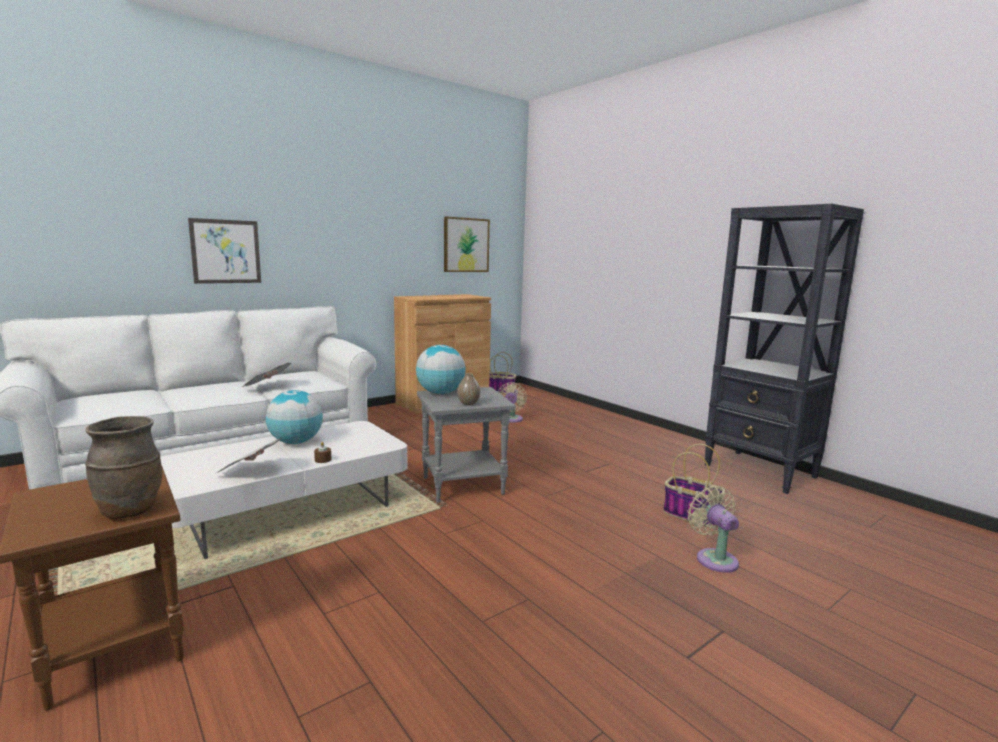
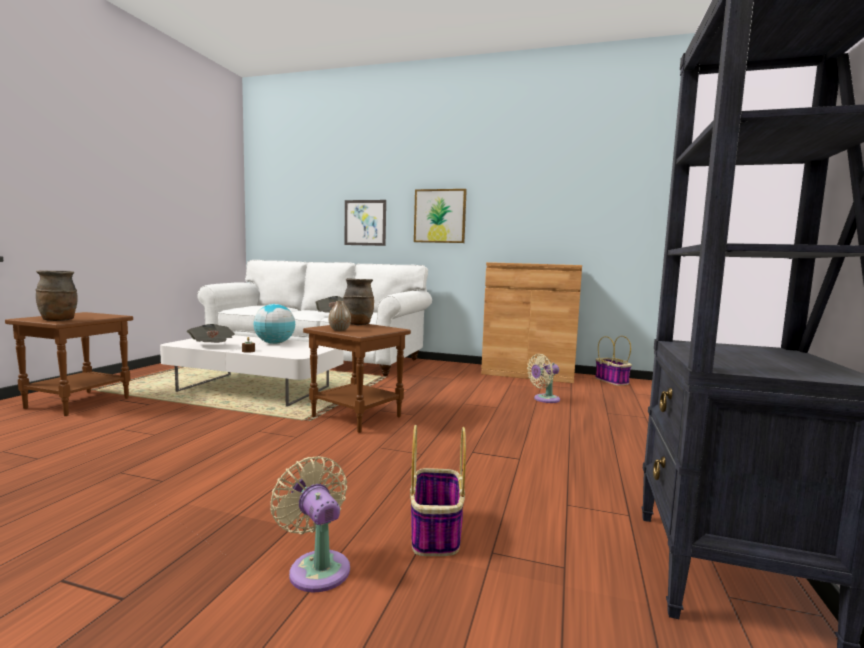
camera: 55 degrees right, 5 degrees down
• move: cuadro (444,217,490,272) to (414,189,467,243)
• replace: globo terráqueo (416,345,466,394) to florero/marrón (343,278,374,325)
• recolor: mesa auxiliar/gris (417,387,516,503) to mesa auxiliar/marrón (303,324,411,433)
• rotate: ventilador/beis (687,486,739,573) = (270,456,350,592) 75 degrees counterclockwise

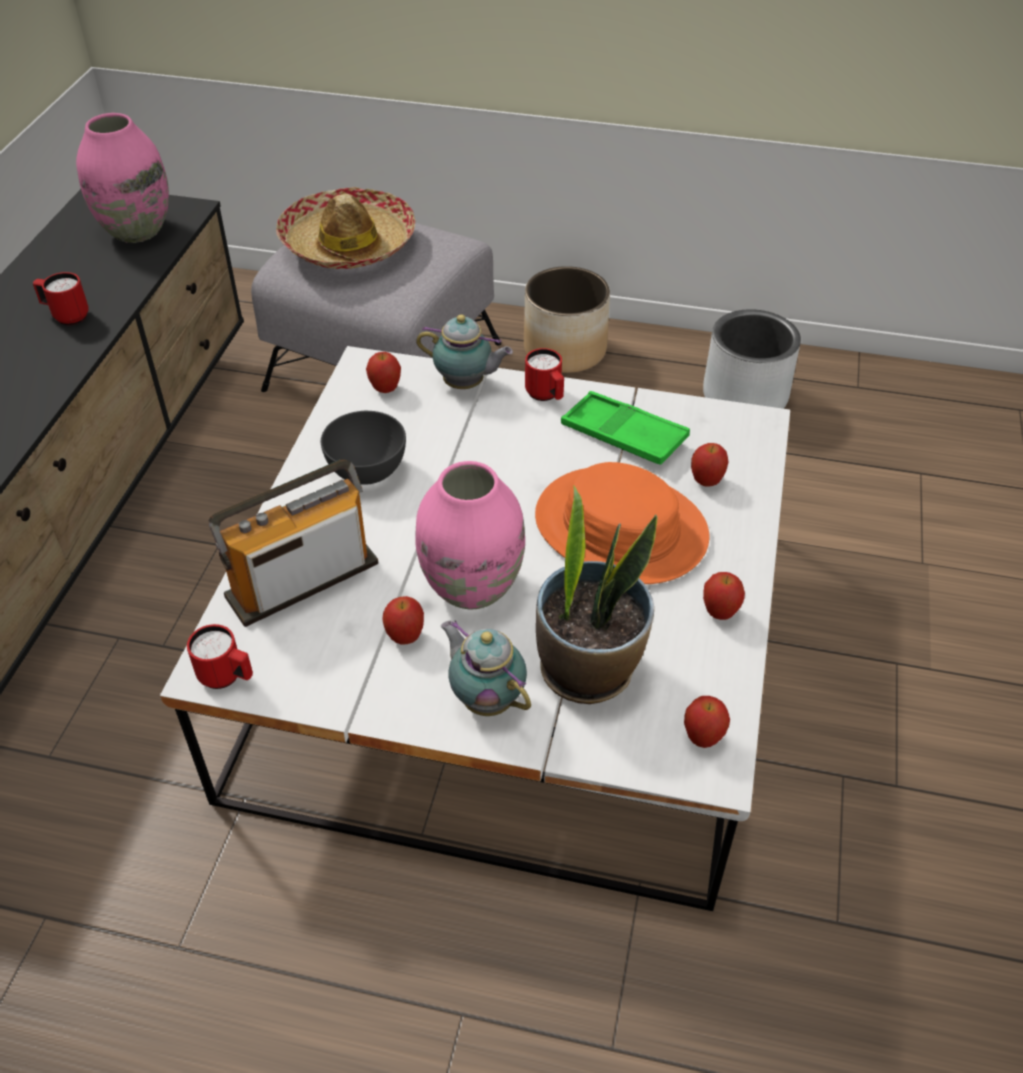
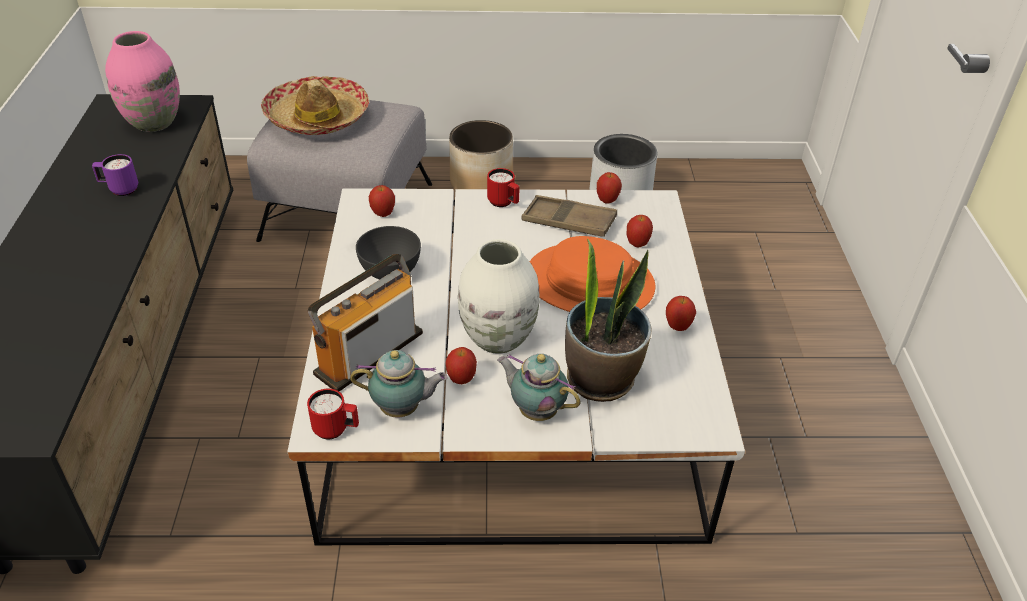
camera: 15 degrees left, 5 degrees down
• recolor: taza grande/rojo (33,272,89,325) to taza grande/morado (92,154,138,196)
• move: tetera (416,314,513,389) to (350,350,448,418)
• recolor: bandeja/verde (561,391,690,465) to bandeja/marrón (522,195,617,237)
• recolor: florero/rosa (415,461,525,609) to florero/blanco (458,239,540,354)
• move: manzana (684,696,730,748) to (597,172,622,204)

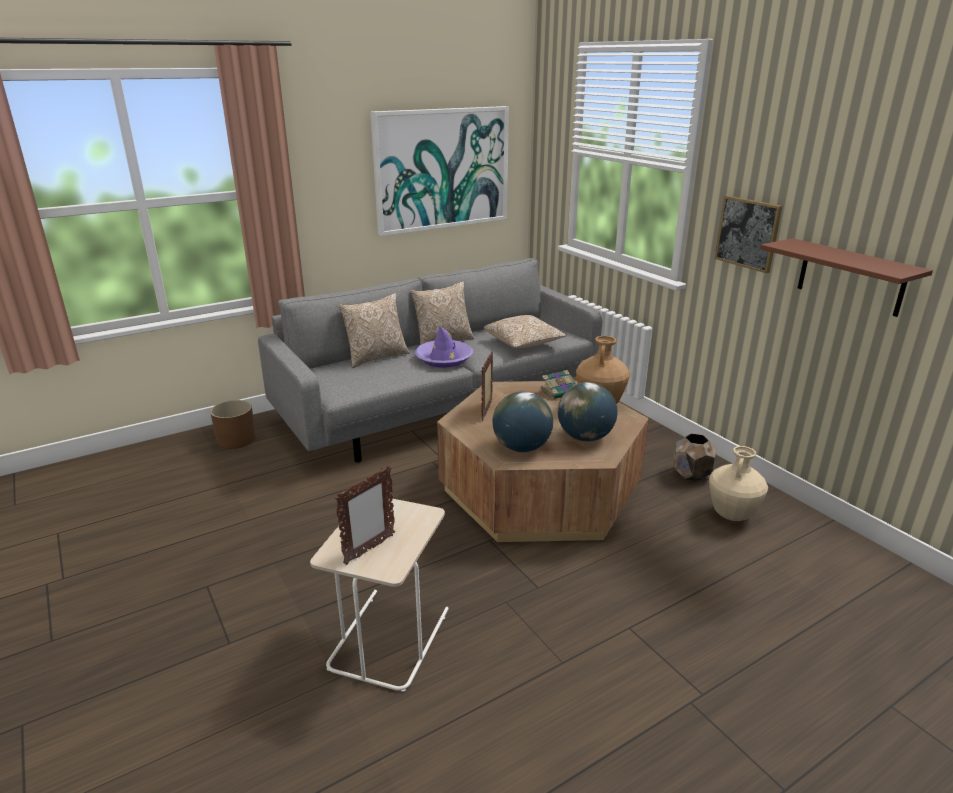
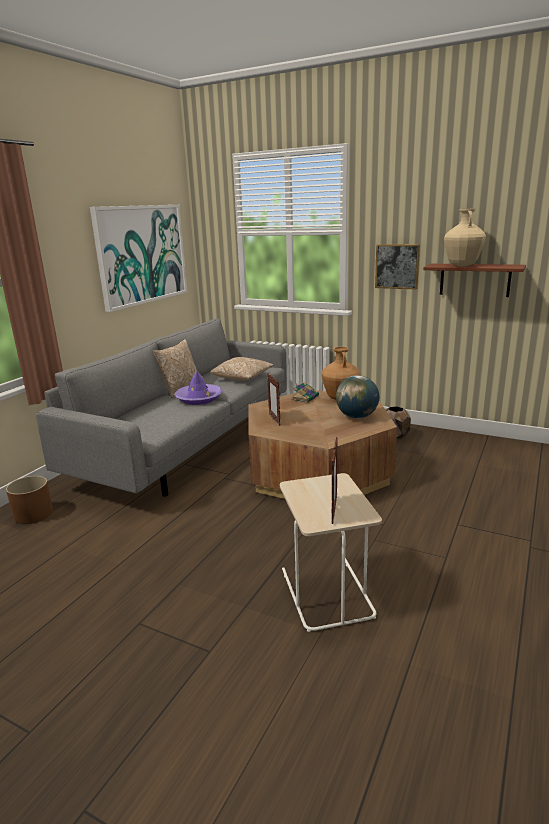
camera: 30 degrees left, 5 degrees down
• delete: cojín (339,293,409,368)
• delete: globo terráqueo (492,391,553,452)
• move: florero/beis (709,446,768,521) to (444,209,486,266)

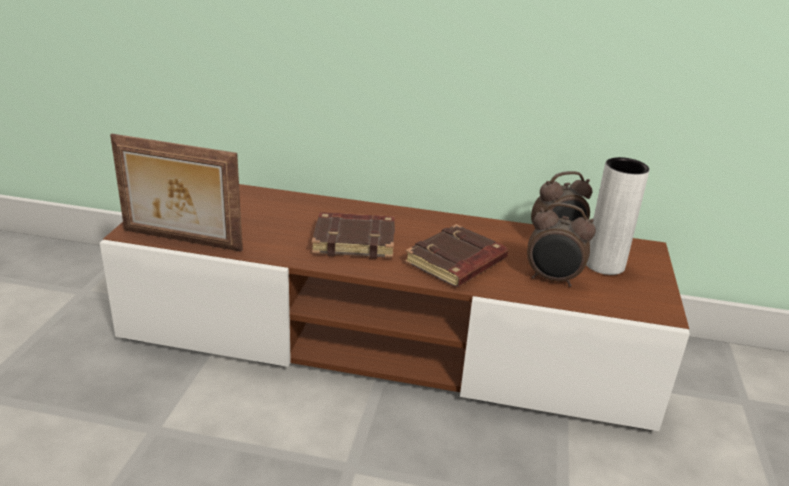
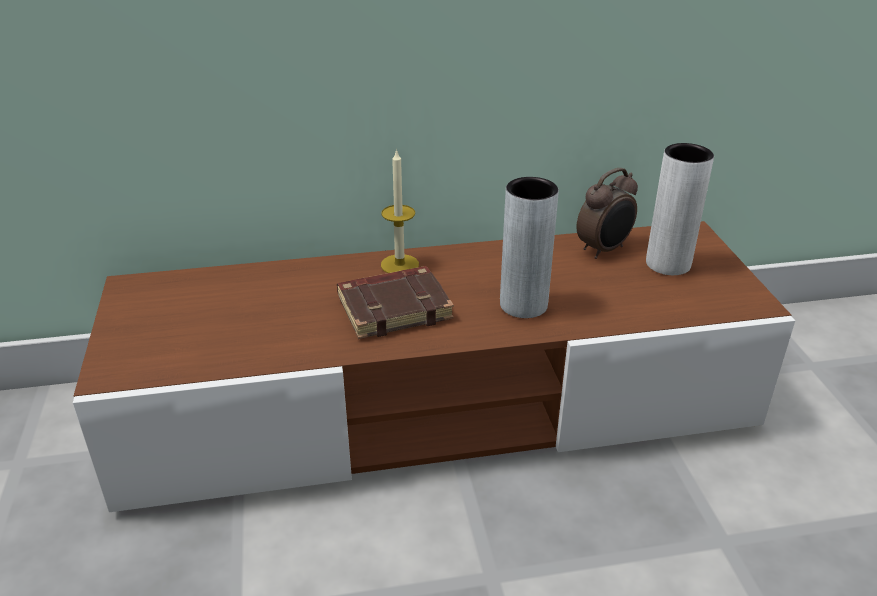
camera: 20 degrees left, 5 degrees up
• delete: portarretratos (110,134,243,252)
• delete: despertador (527,203,596,287)
• replace: libro/marrón (405,224,508,287) to florero/gris (500,177,559,318)
• insert: vela (381,149,419,273)

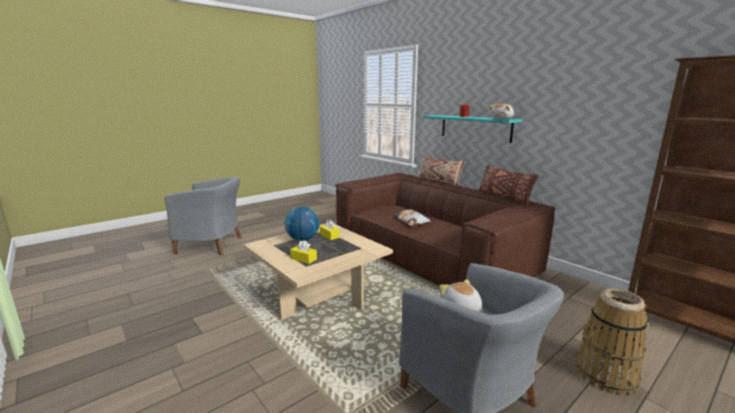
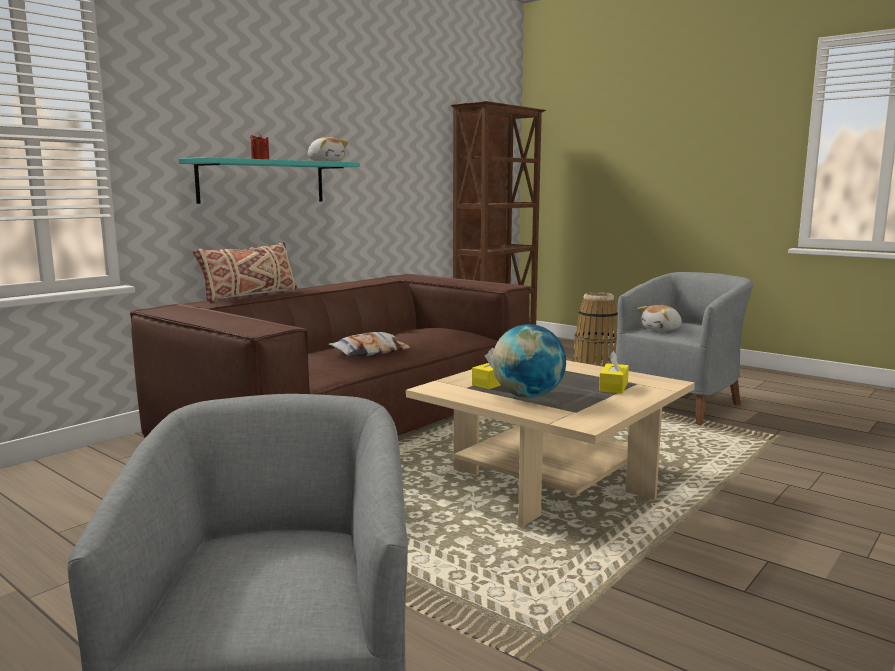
camera: 100 degrees left, 5 degrees down
• delete: cojín/marrón (479,165,539,205)

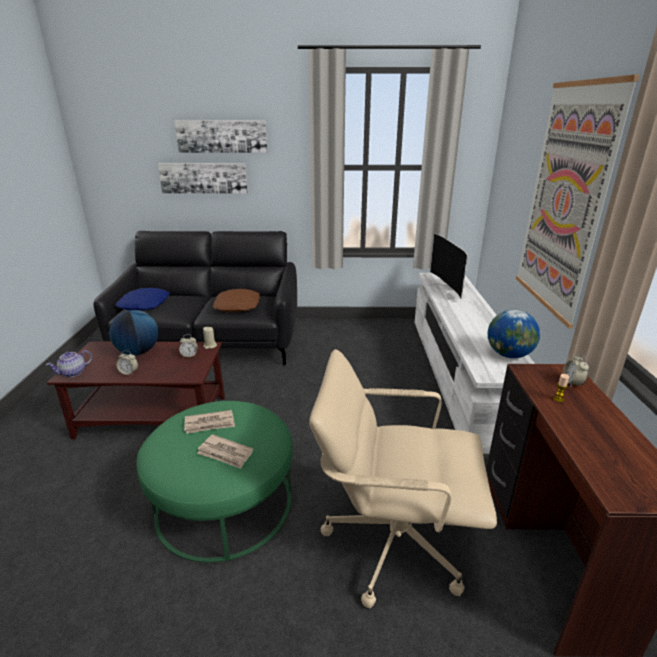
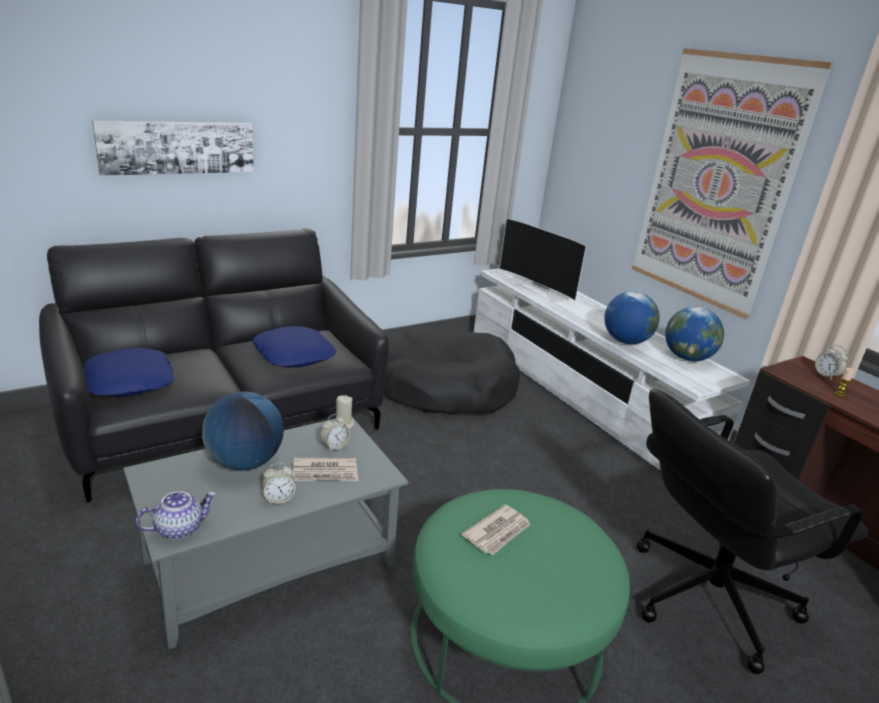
camera: 35 degrees left, 0 degrees up
• delete: cuadro (174,120,267,153)
• recolor: cojín/marrón (213,289,260,312) to cojín/azul (252,326,336,367)
• recolor: mesa de centro/marrón (47,342,225,439) to mesa de centro/gris (123,418,408,649)
• recolor: silla de oficina/beis (309,349,497,608) to silla de oficina/negro (636,389,868,674)
• rotate: tetera (46,350,92,377) = (136,491,216,539) 135 degrees counterclockwise
• move: periódico (197,434,253,469) to (292,457,358,481)
• insert: globo terráqueo (604,291,660,344)
• insert: cama para perro/negro (384,325,520,414)

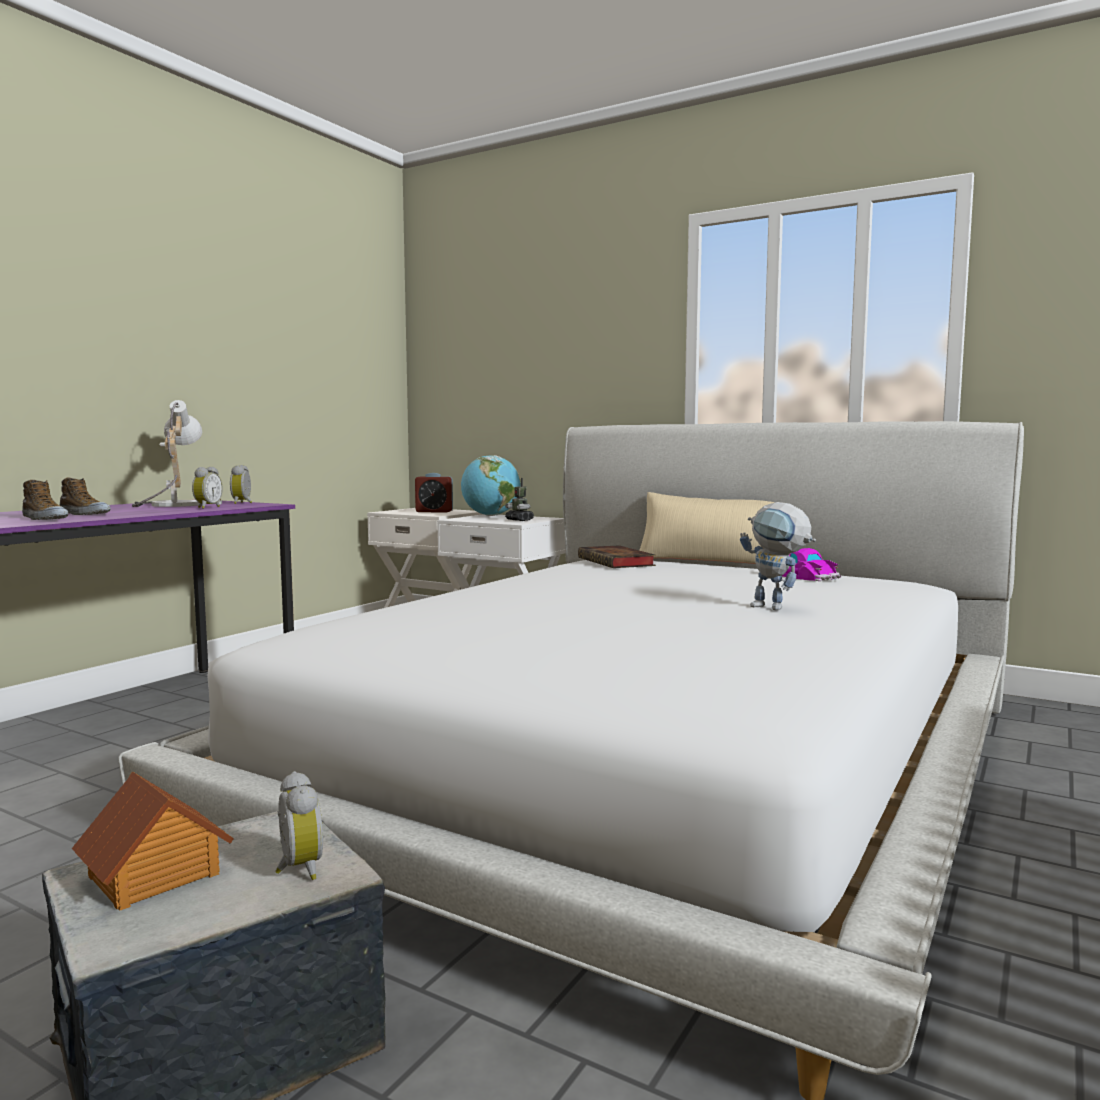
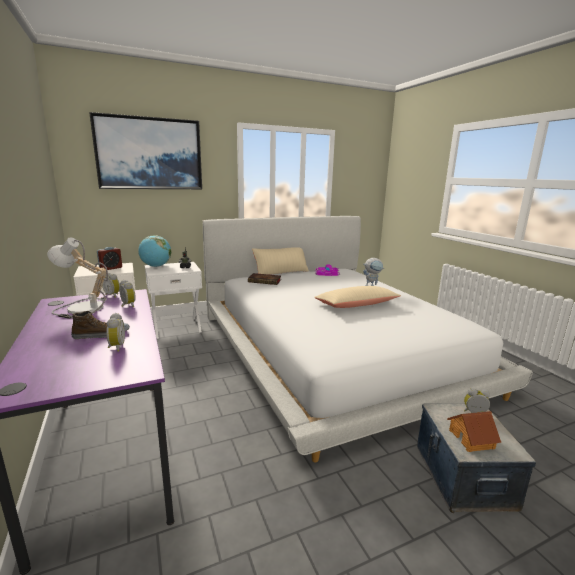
camera: 55 degrees left, 10 degrees up
• replace: zapato (22,480,68,520) to despertador (107,313,125,352)
• insert: cuadro (89,112,202,189)
• insert: cojín/beis (314,286,401,308)

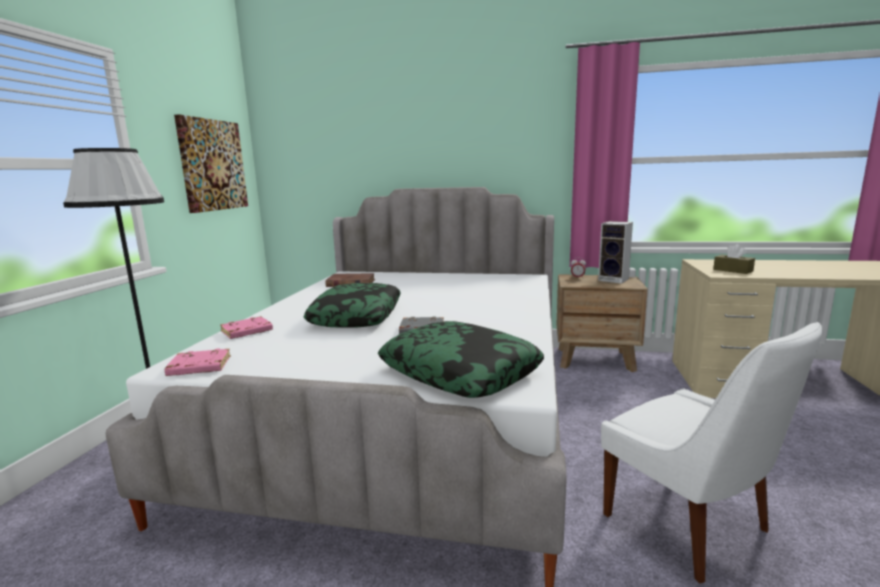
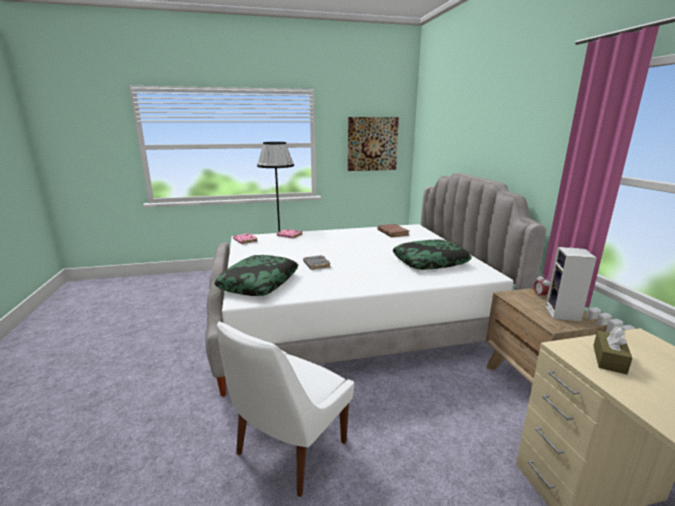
camera: 65 degrees right, 5 degrees up
• move: cojín (303,283,401,328) to (393,239,472,270)

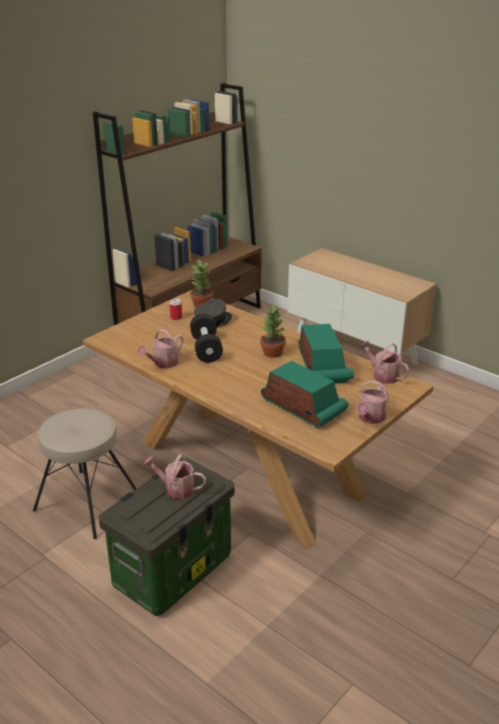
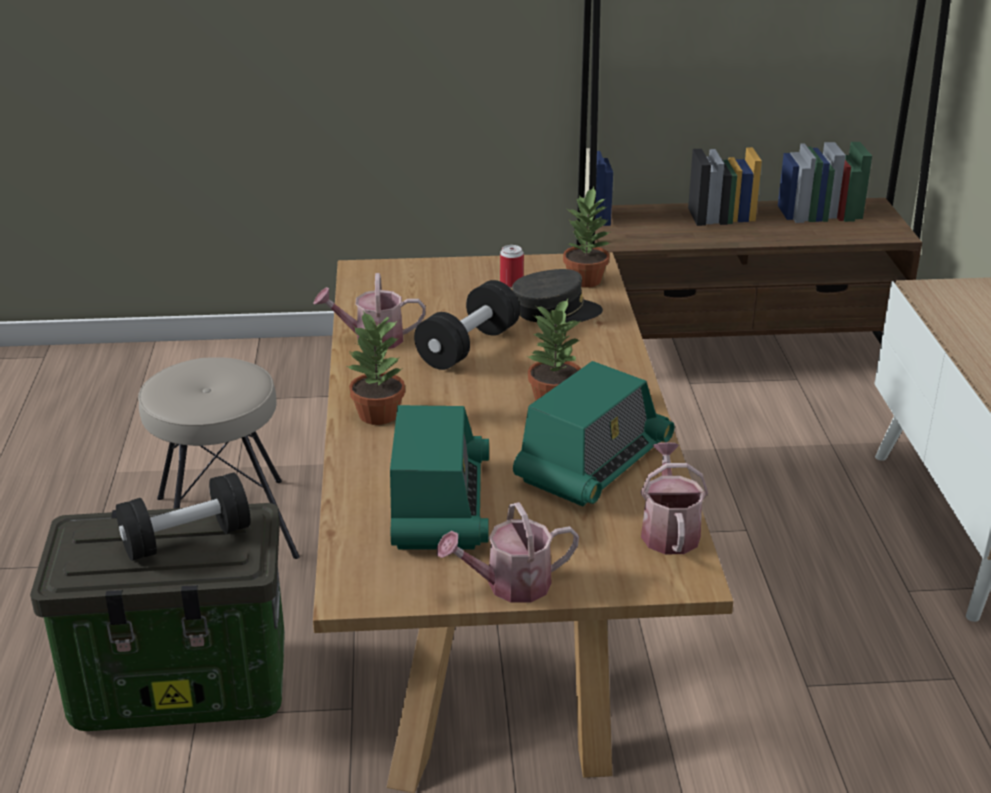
camera: 45 degrees right, 0 degrees up
• replace: regadera (143,454,206,499) to mancuerna/negro (116,472,250,561)
• insert: planta en maceta (346,310,405,425)

